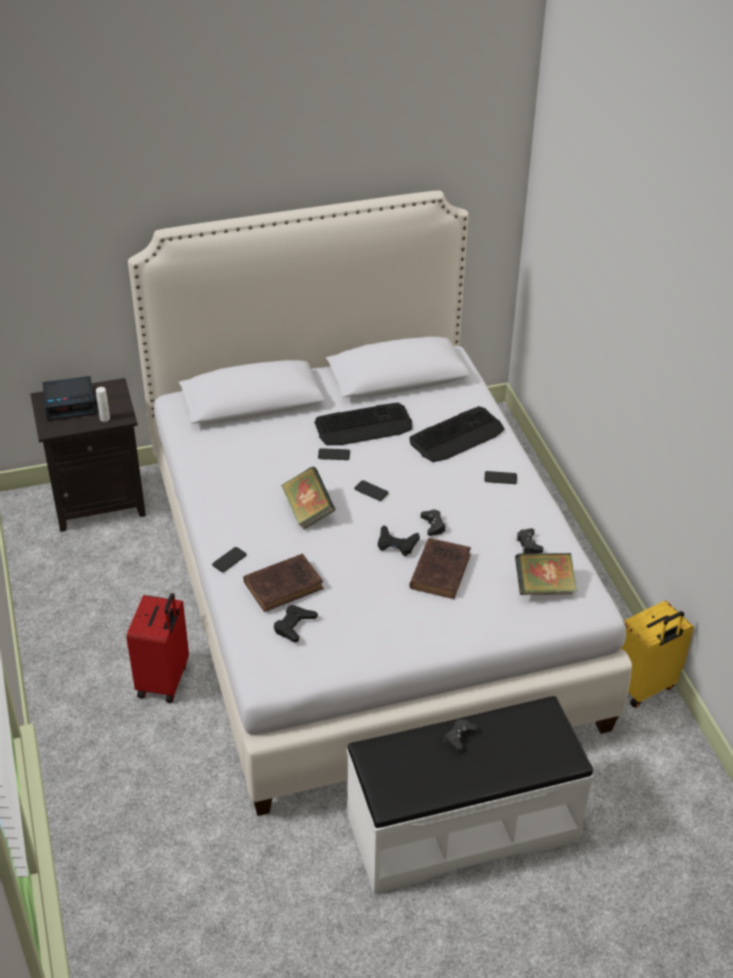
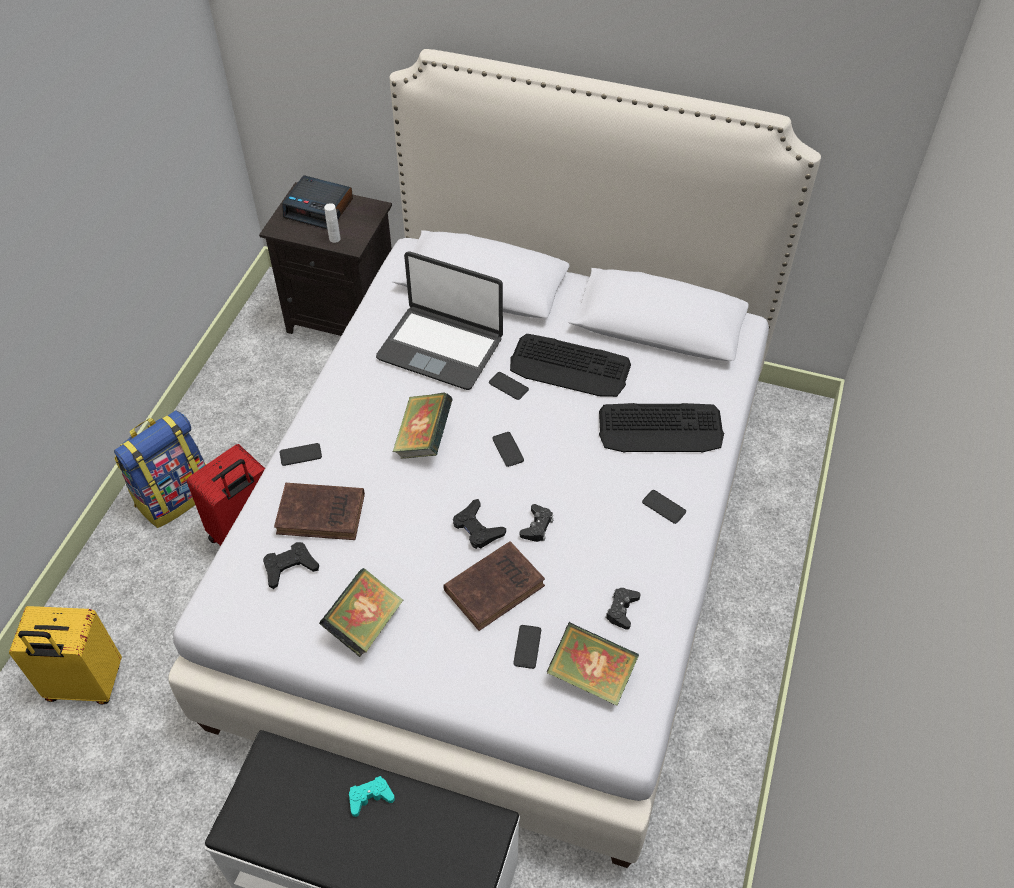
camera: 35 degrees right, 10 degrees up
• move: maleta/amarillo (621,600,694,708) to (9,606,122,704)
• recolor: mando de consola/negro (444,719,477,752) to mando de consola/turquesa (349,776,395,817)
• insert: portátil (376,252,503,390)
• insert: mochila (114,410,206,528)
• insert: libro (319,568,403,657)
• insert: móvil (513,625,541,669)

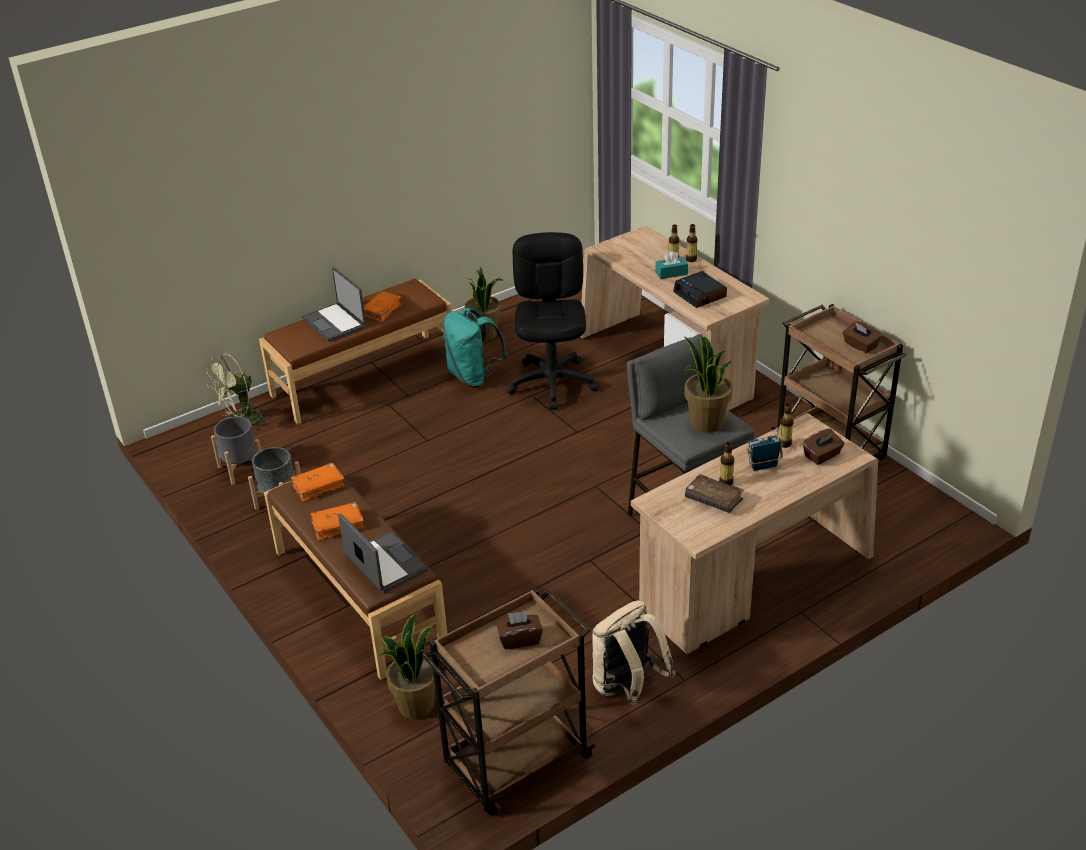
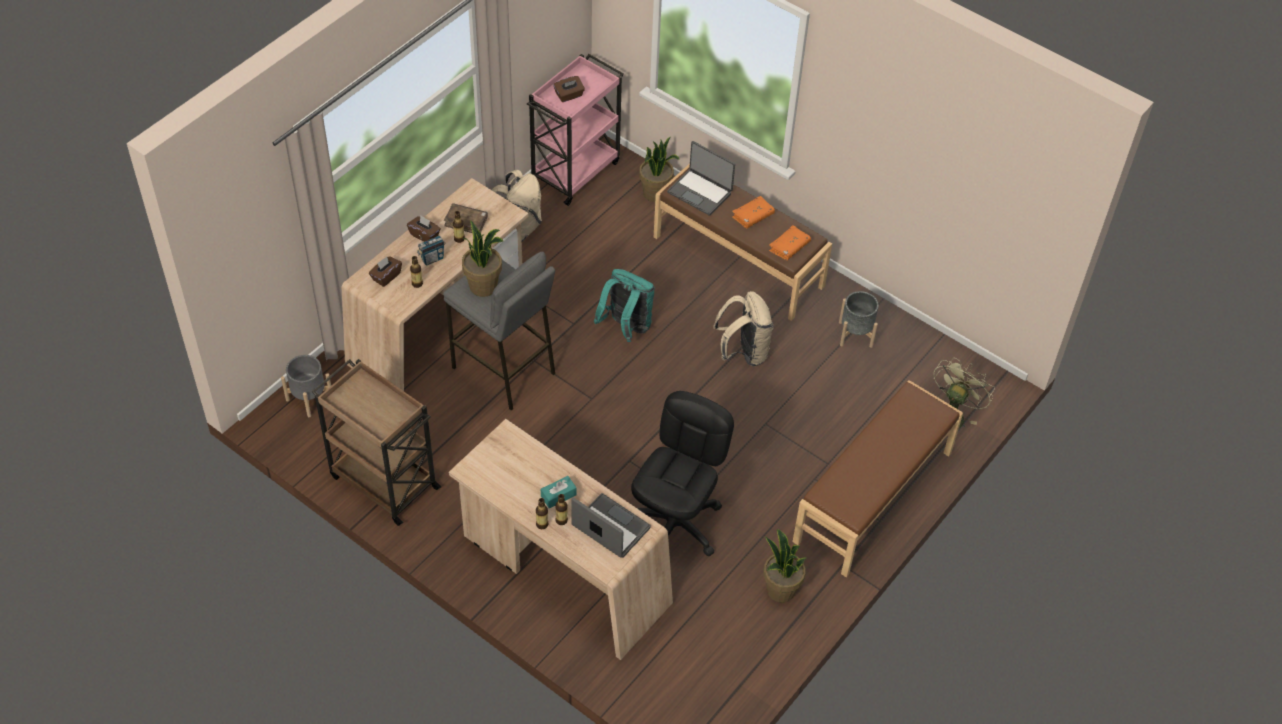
camera: 160 degrees right, 15 degrees up
• rotate: silla de oficina/negro (506,232,599,410) = (631,391,734,556) 135 degrees counterclockwise
• move: portátil (302,267,366,342) to (571,493,651,558)
• delete: despertador (673,271,727,308)
• delete: libro/naranja (364,291,401,322)
• move: mochila/turquesa (443,308,508,387) to (594,269,655,342)
• move: caja de pañuelos/marrón (843,321,882,353) to (407,215,441,242)
• move: maceta/gris (211,416,261,485) to (281,355,331,417)
• recolor: carrito/marrón (422,588,596,816) to carrito/rosa (527,54,624,206)
• insert: mochila/beis (713,291,773,366)

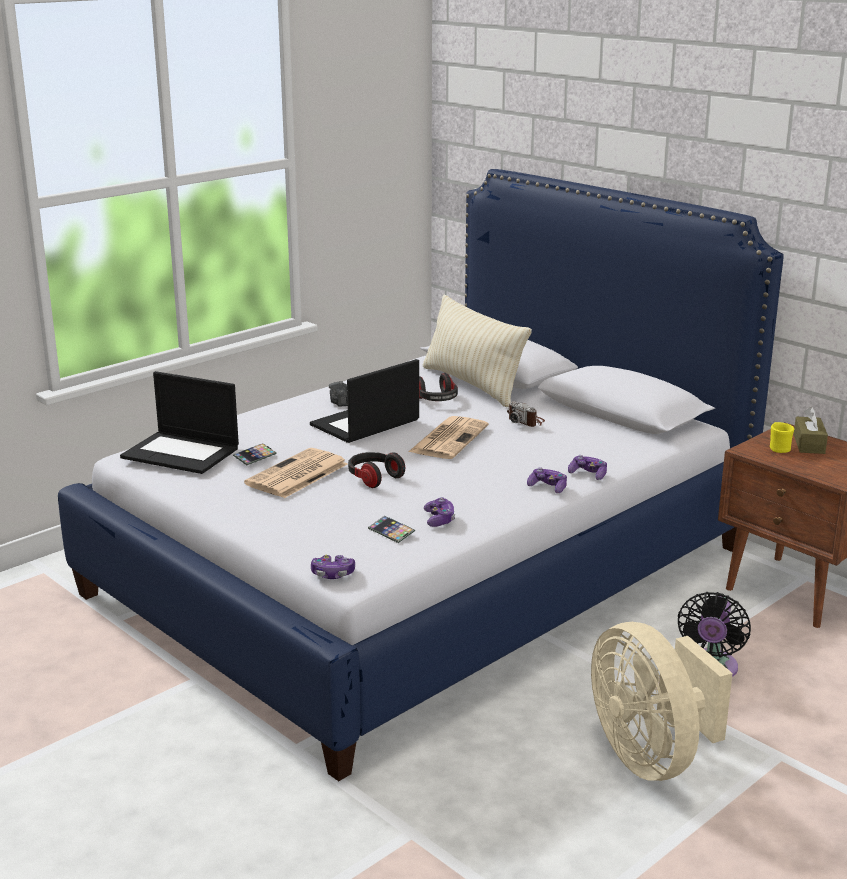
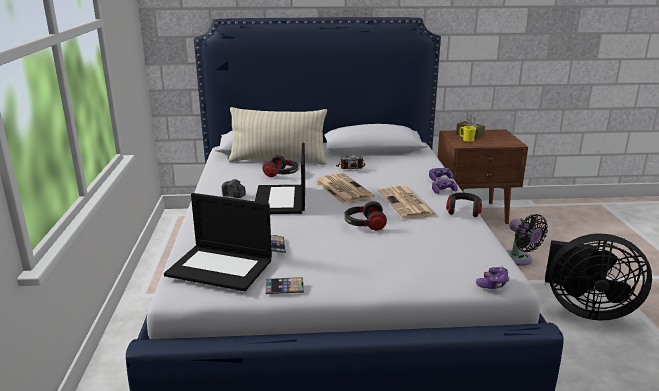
camera: 50 degrees left, 0 degrees up
• rotate: portátil (120,371,239,474) = (164,193,272,291) 45 degrees clockwise
• move: periódico (244,448,348,498) to (378,186,436,219)
• delete: mando de consola (424,497,455,527)
• move: móvil (368,516,415,543) to (266,277,304,294)
• recolor: ventilador/beis (591,622,733,781) to ventilador/negro (545,233,652,321)
• insert: auriculares (446,192,482,217)

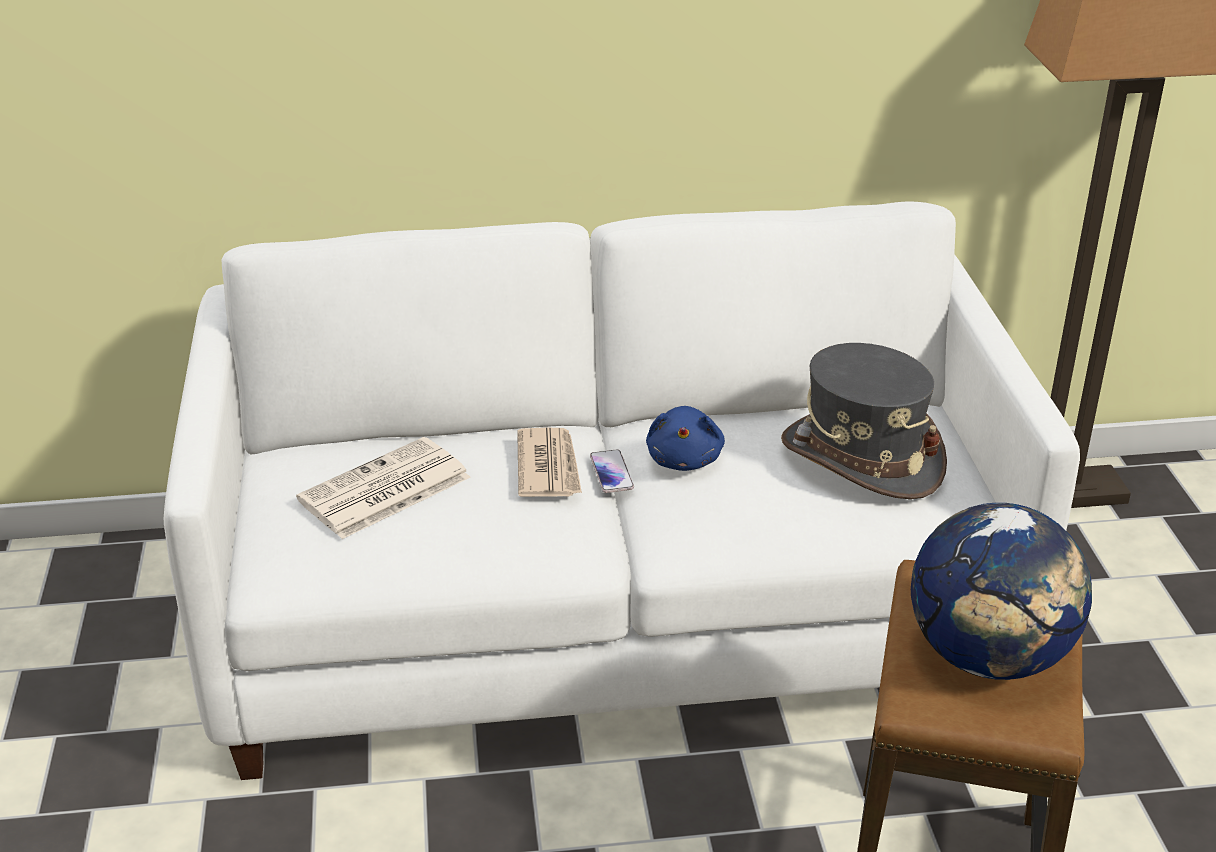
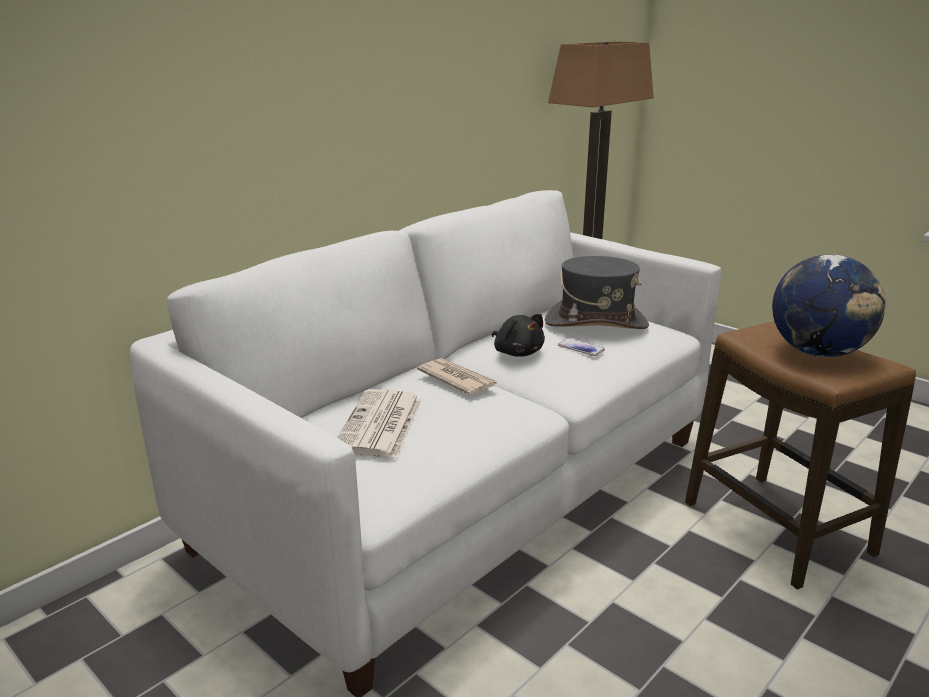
camera: 40 degrees left, 10 degrees down
• recolor: peluche/azul (646,406,725,471) to peluche/negro (492,314,545,357)
• move: móvil (590,449,634,493) to (558,338,605,356)

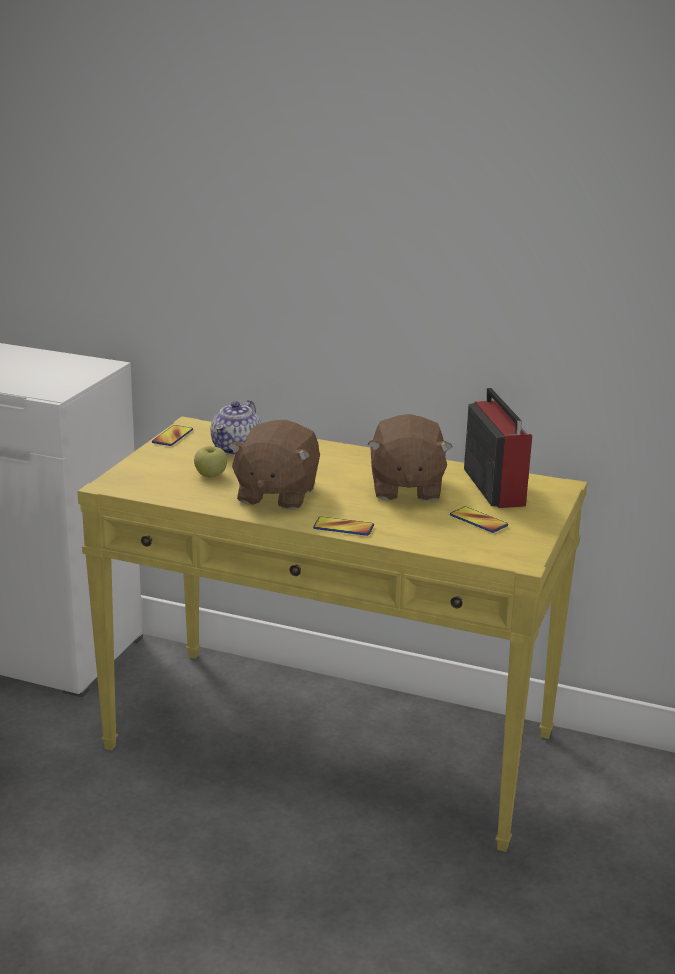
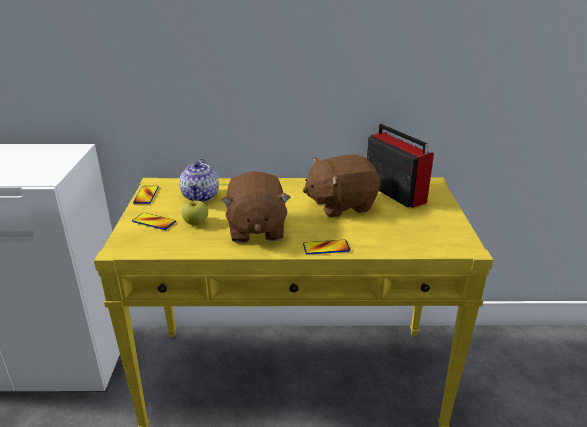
camera: 20 degrees left, 5 degrees up
• rotate: peluche/marrón (368,414,453,501) = (303,154,380,218) 90 degrees clockwise
• move: móvil (450,507,508,533) to (132,213,176,230)

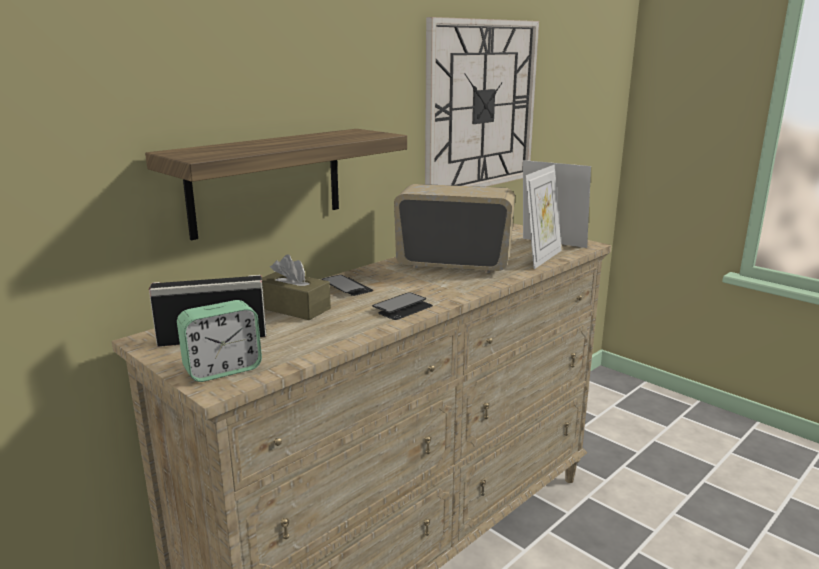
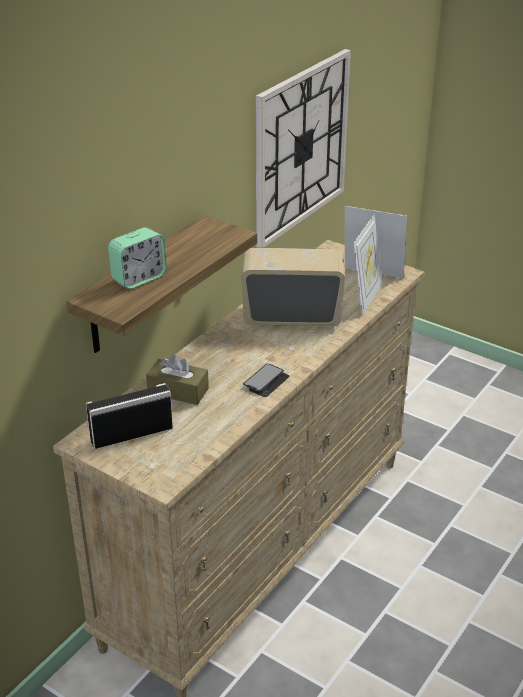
camera: 10 degrees left, 15 degrees up
• delete: móvil (322,275,373,296)
• move: despertador (177,300,262,382) to (108,227,167,289)

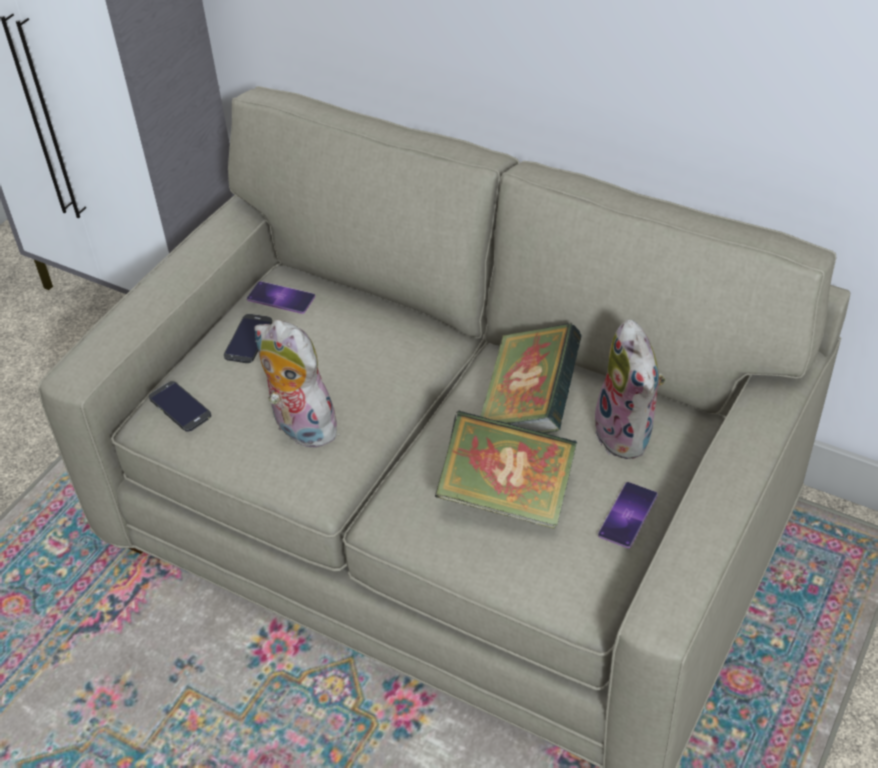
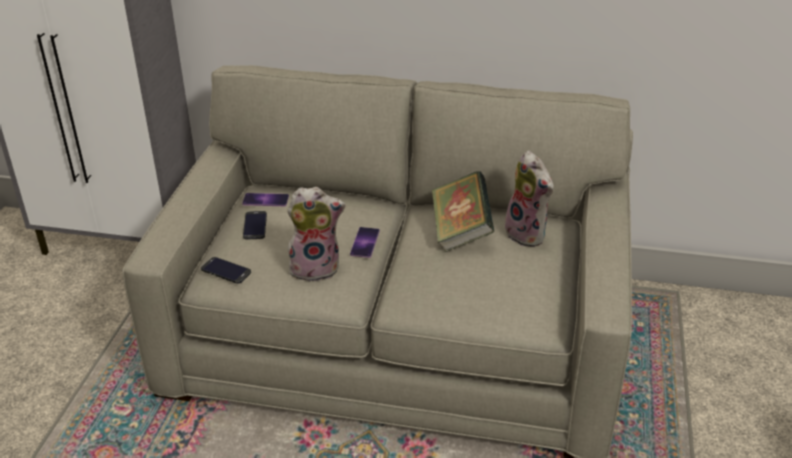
camera: 20 degrees left, 10 degrees down
• rotate: peluche (254,320,339,448) = (287,187,346,282) 150 degrees clockwise
• delete: libro (435,411,577,529)
• move: móvil (598,482,658,549) to (350,227,380,258)

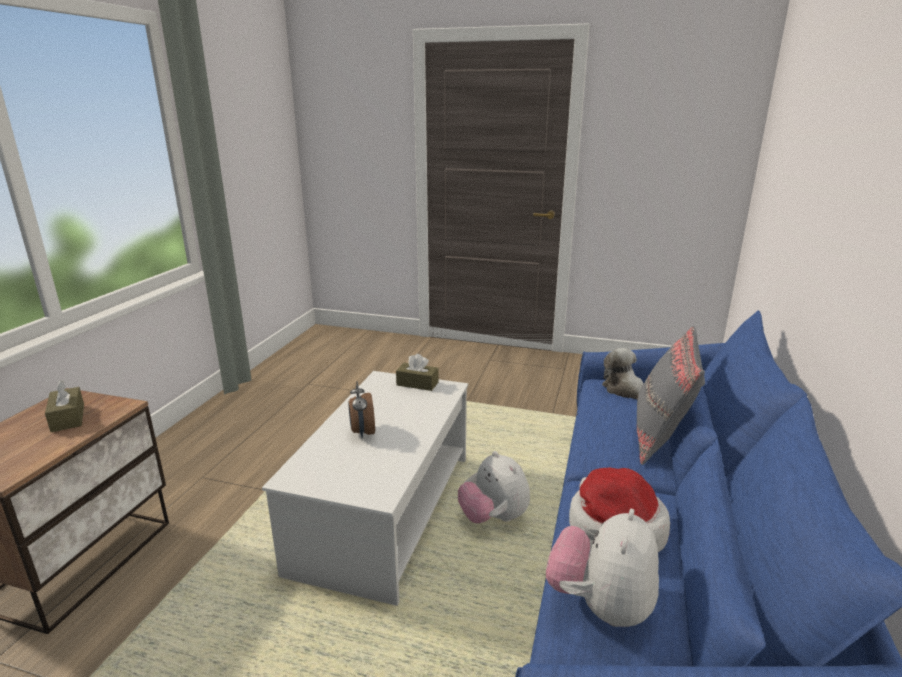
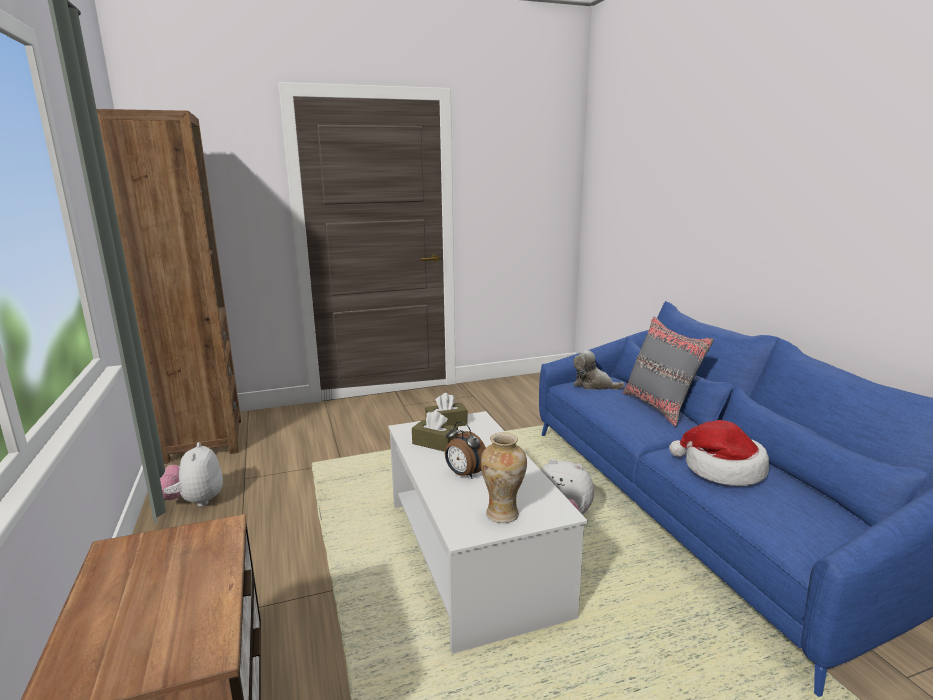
camera: 35 degrees left, 5 degrees down
• move: caja de pañuelos/marrón (45,380,84,432) to (412,411,458,452)
• move: peluche (546,509,659,627) to (160,442,223,507)
• insert: estantería/marrón (97,109,241,464)
• insert: florero (481,432,527,523)

